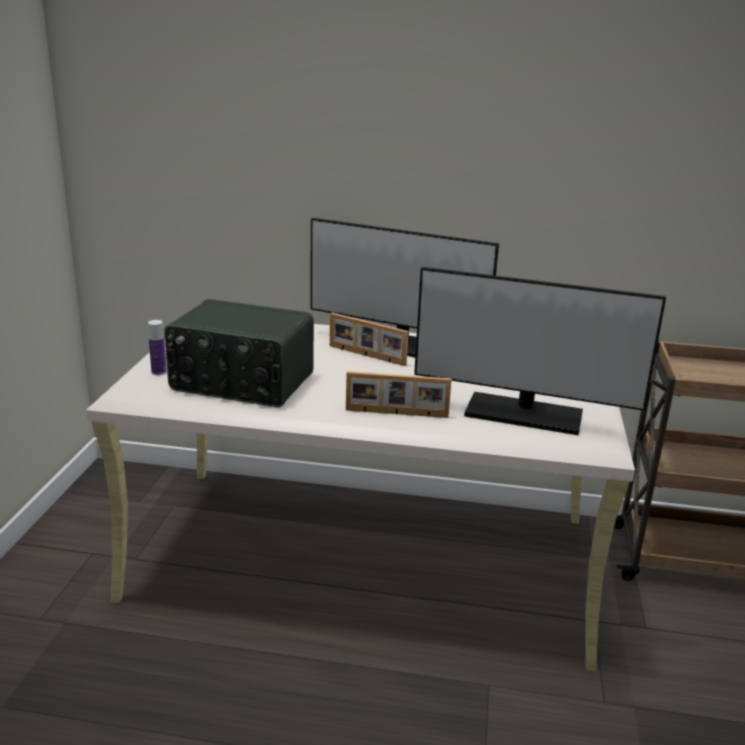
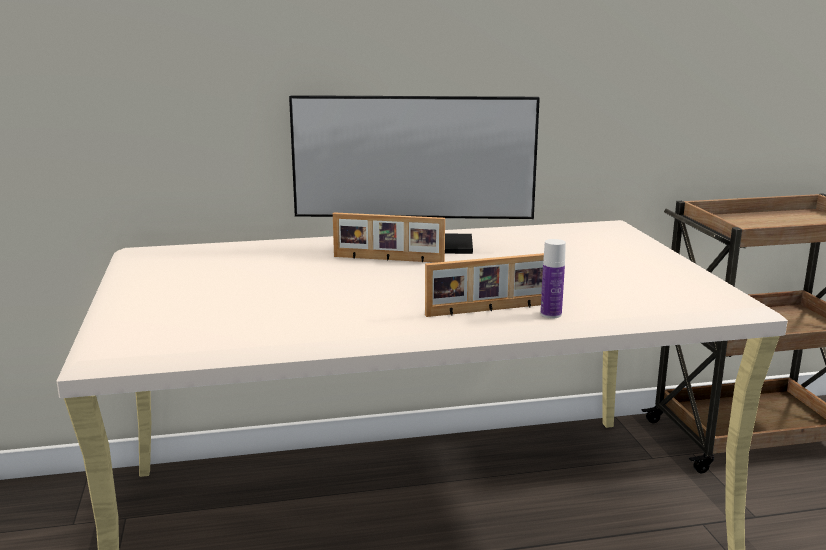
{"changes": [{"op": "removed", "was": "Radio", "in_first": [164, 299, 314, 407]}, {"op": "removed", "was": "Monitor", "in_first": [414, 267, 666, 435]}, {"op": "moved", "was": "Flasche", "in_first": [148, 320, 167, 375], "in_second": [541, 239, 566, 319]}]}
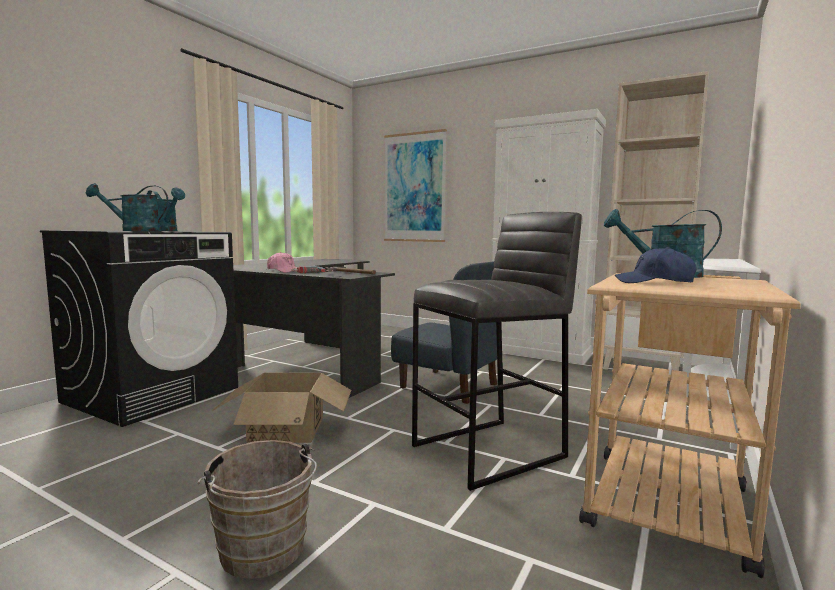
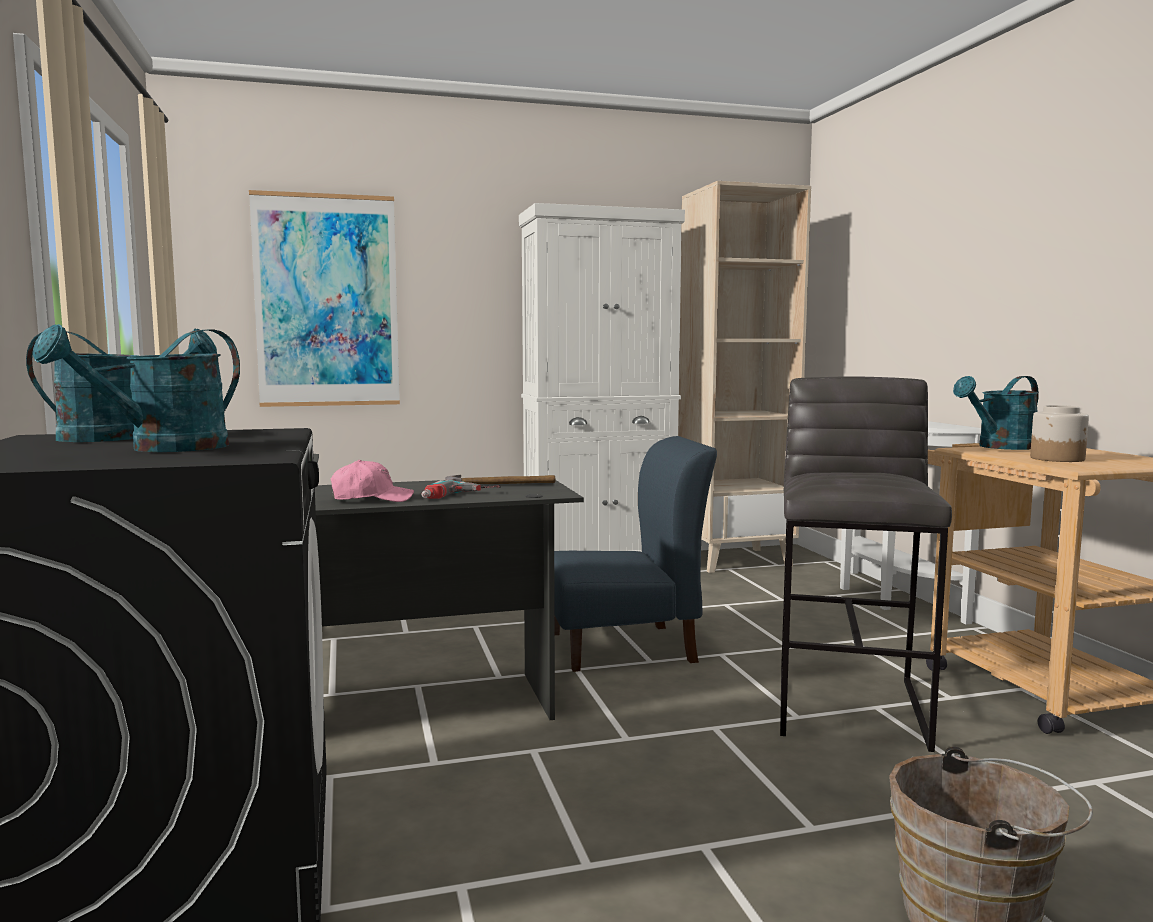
{"changes": [{"op": "removed", "was": "Karton", "in_first": [212, 373, 351, 443]}, {"op": "replaced", "was": "Kappe/blau", "now": "Vorratsglas", "in_first": [615, 247, 697, 283], "in_second": [1030, 405, 1089, 462]}]}
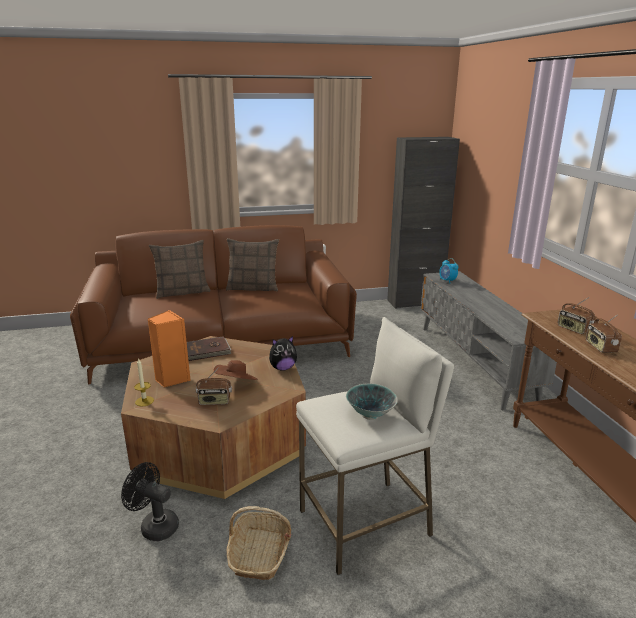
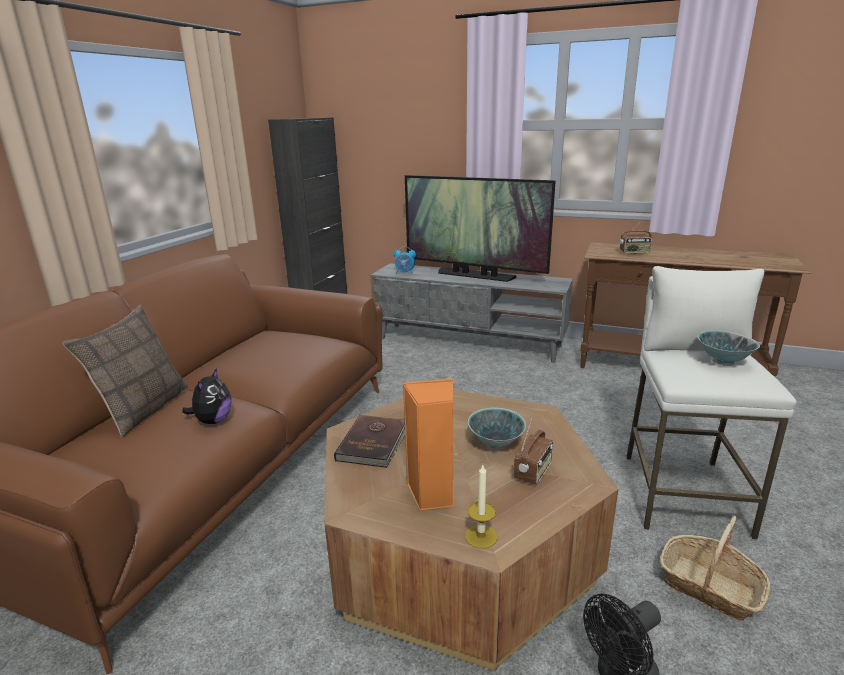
{"changes": [{"op": "removed", "was": "Kissen", "in_first": [226, 238, 279, 291]}, {"op": "removed", "was": "Radio", "in_first": [586, 314, 622, 353]}, {"op": "added", "now": "Fernseher", "in_second": [405, 175, 556, 282]}, {"op": "moved", "was": "Plüschtier", "in_first": [269, 336, 297, 371], "in_second": [182, 368, 231, 424]}, {"op": "replaced", "was": "Hut/braun", "now": "Schüssel", "in_first": [214, 360, 257, 380], "in_second": [468, 408, 526, 449]}]}
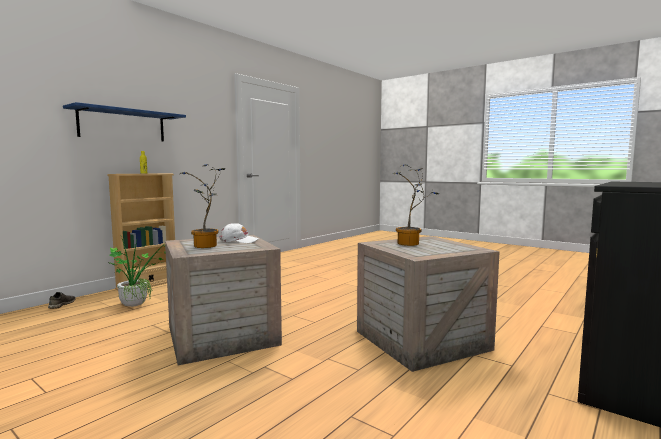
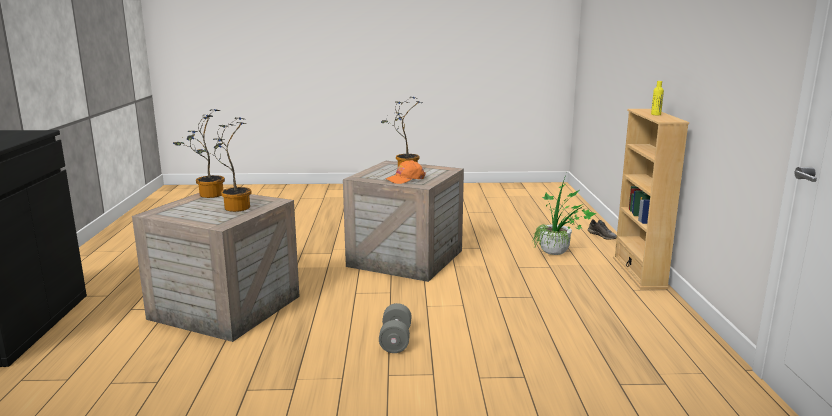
{"changes": [{"op": "removed", "was": "Wandregal/blau", "in_first": [63, 102, 186, 142]}, {"op": "added", "now": "Topfpflanze", "in_second": [173, 109, 225, 198]}, {"op": "added", "now": "Hantel/grau", "in_second": [379, 303, 412, 353]}, {"op": "recoloured", "was": "Kappe/weiß", "now": "Kappe/orange", "in_first": [219, 223, 259, 243], "in_second": [386, 160, 426, 184]}]}
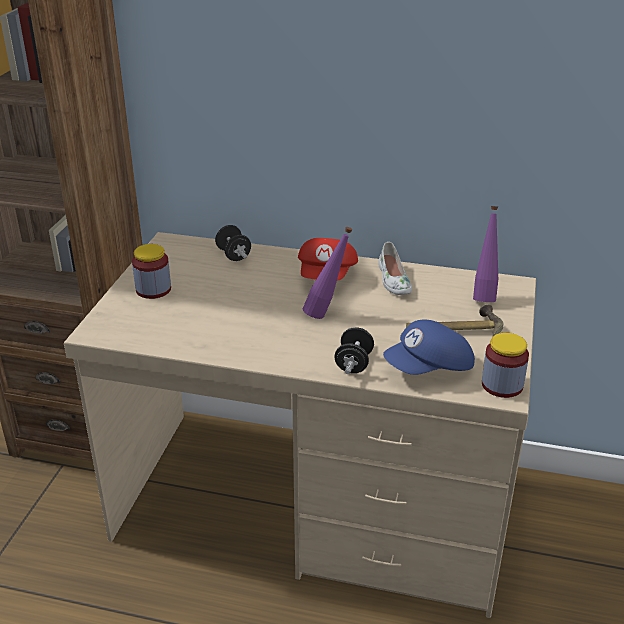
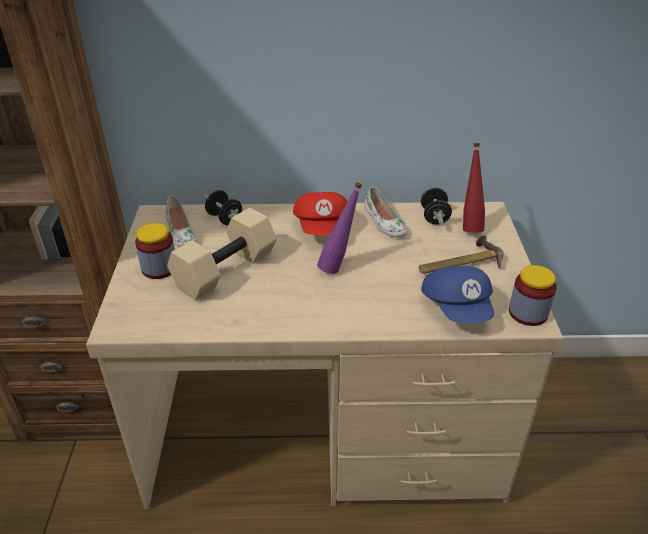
{"changes": [{"op": "added", "now": "Schuh/weiß", "in_second": [166, 195, 197, 247]}, {"op": "added", "now": "Hantel/beige", "in_second": [167, 208, 277, 300]}, {"op": "moved", "was": "Hantel/schwarz", "in_first": [335, 327, 374, 374], "in_second": [421, 188, 452, 225]}, {"op": "recoloured", "was": "Flasche/lila", "now": "Flasche/rot", "in_first": [473, 206, 498, 302], "in_second": [463, 143, 485, 233]}, {"op": "turned", "was": "Kappe/blau", "in_first": [383, 320, 475, 375], "in_second": [421, 266, 494, 323], "clockwise": -60}]}
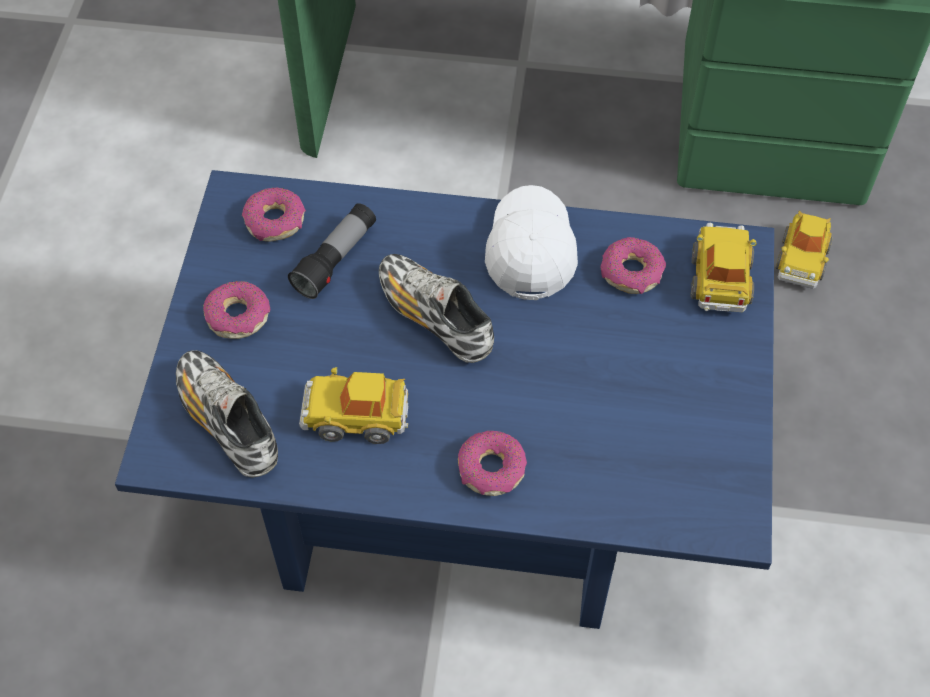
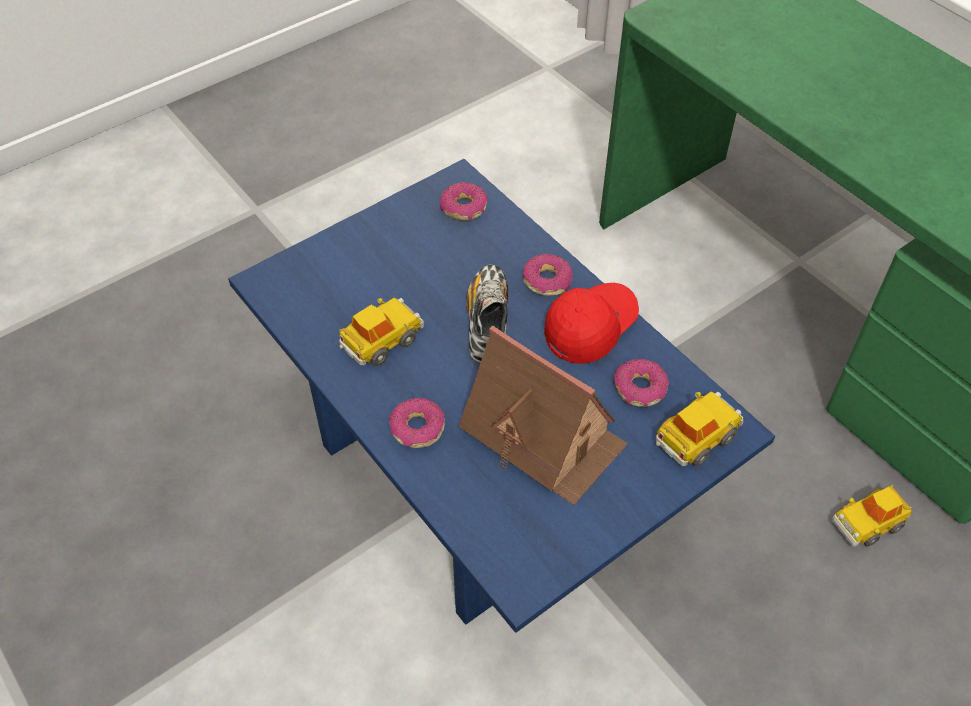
{"changes": [{"op": "removed", "was": "Schuh", "in_first": [176, 350, 278, 478]}, {"op": "removed", "was": "Taschenlampe", "in_first": [288, 203, 376, 299]}, {"op": "added", "now": "Spielzeughaus", "in_second": [458, 326, 628, 505]}, {"op": "moved", "was": "Donut", "in_first": [203, 281, 270, 339], "in_second": [523, 254, 573, 296]}, {"op": "recoloured", "was": "Kappe/weiß", "now": "Kappe/rot", "in_first": [485, 185, 578, 300], "in_second": [544, 283, 639, 364]}, {"op": "turned", "was": "Spielzeugauto", "in_first": [299, 367, 408, 444], "in_second": [339, 298, 424, 366], "clockwise": 90}]}
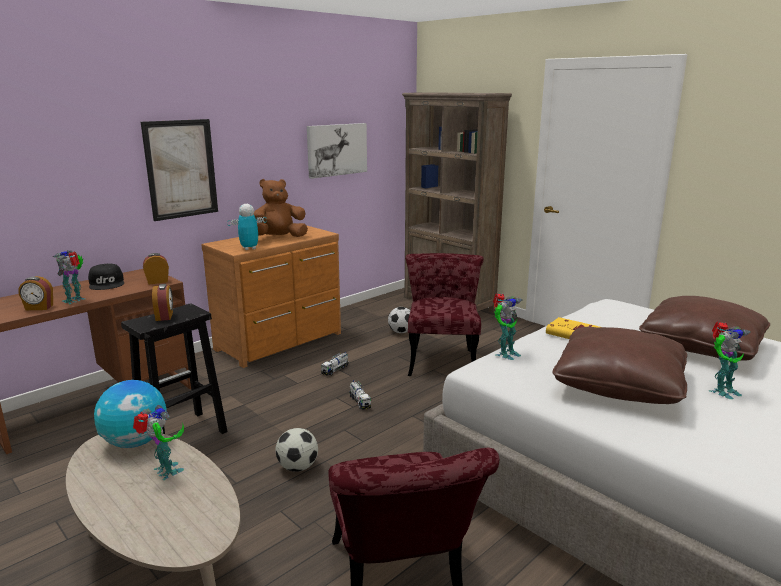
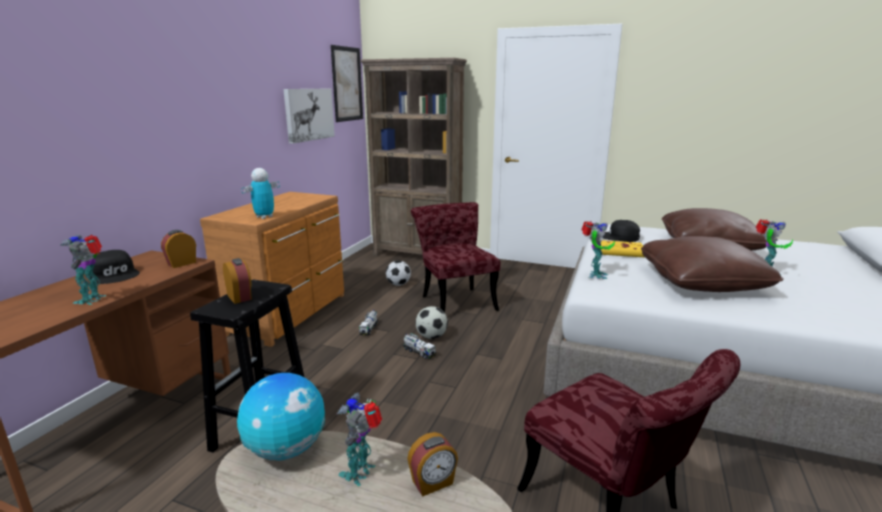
{"changes": [{"op": "removed", "was": "Plüschtier/braun", "in_first": [253, 179, 308, 237]}, {"op": "added", "now": "Kappe/schwarz", "in_second": [603, 220, 640, 242]}, {"op": "moved", "was": "Wecker", "in_first": [18, 276, 53, 310], "in_second": [407, 432, 458, 497]}, {"op": "moved", "was": "Bild", "in_first": [141, 119, 218, 221], "in_second": [331, 45, 363, 122]}, {"op": "moved", "was": "Fußball", "in_first": [275, 428, 318, 472], "in_second": [415, 306, 448, 339]}, {"op": "turned", "was": "Spielzeugroboter", "in_first": [133, 405, 184, 480], "in_second": [337, 393, 382, 486], "clockwise": -90}]}
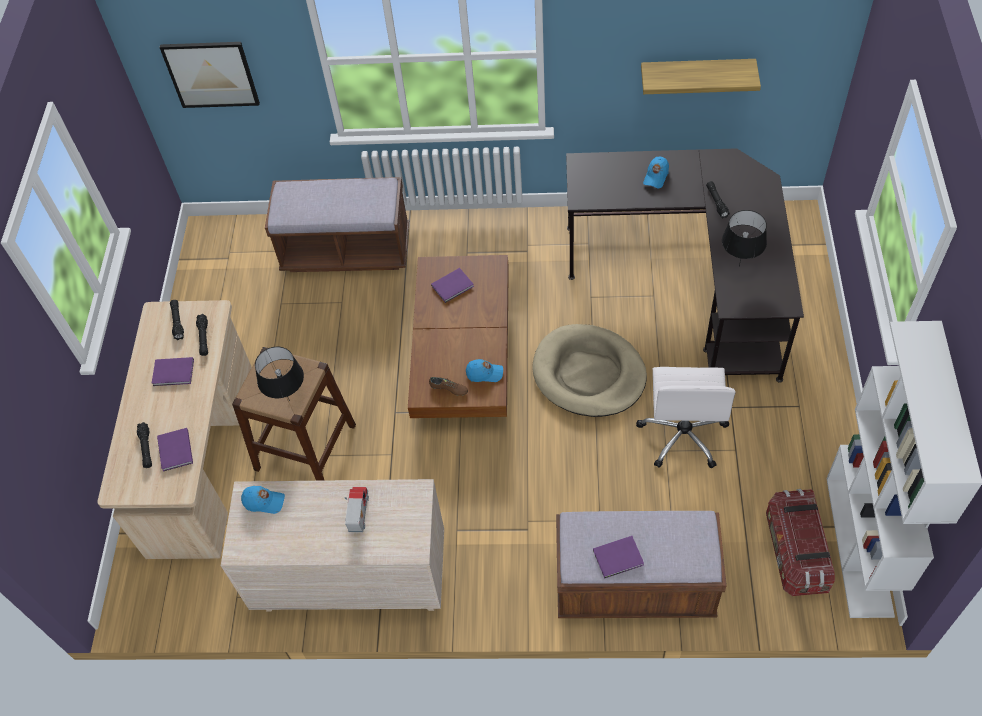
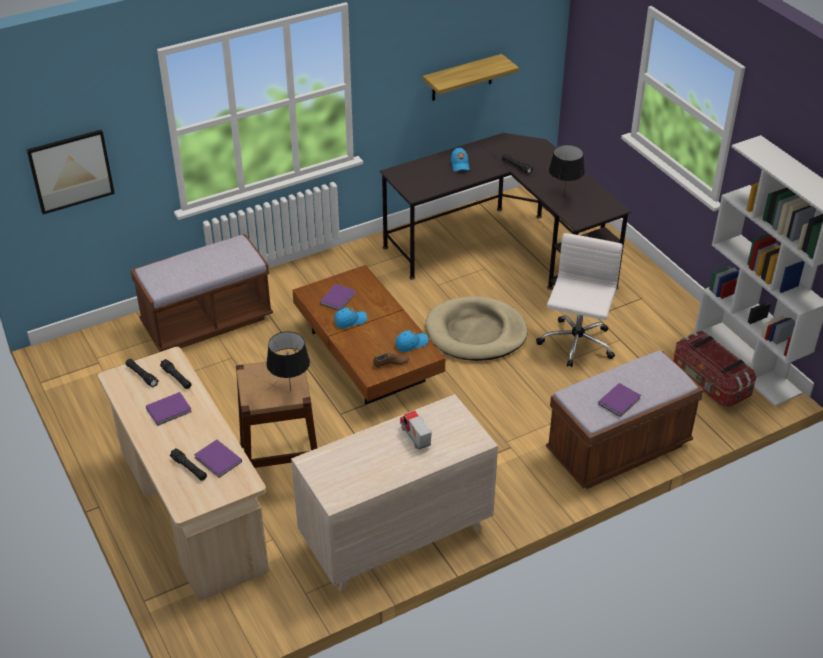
{"changes": [{"op": "moved", "was": "Kappe/blau", "in_first": [241, 486, 285, 514], "in_second": [334, 307, 367, 329]}, {"op": "turned", "was": "Bürostuhl/weiß", "in_first": [636, 367, 736, 468], "in_second": [536, 233, 623, 367], "clockwise": -135}]}
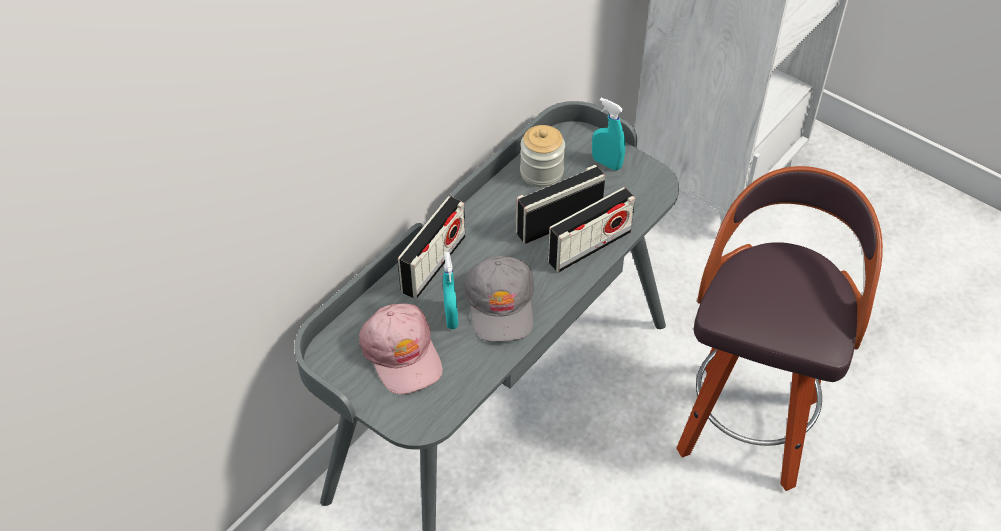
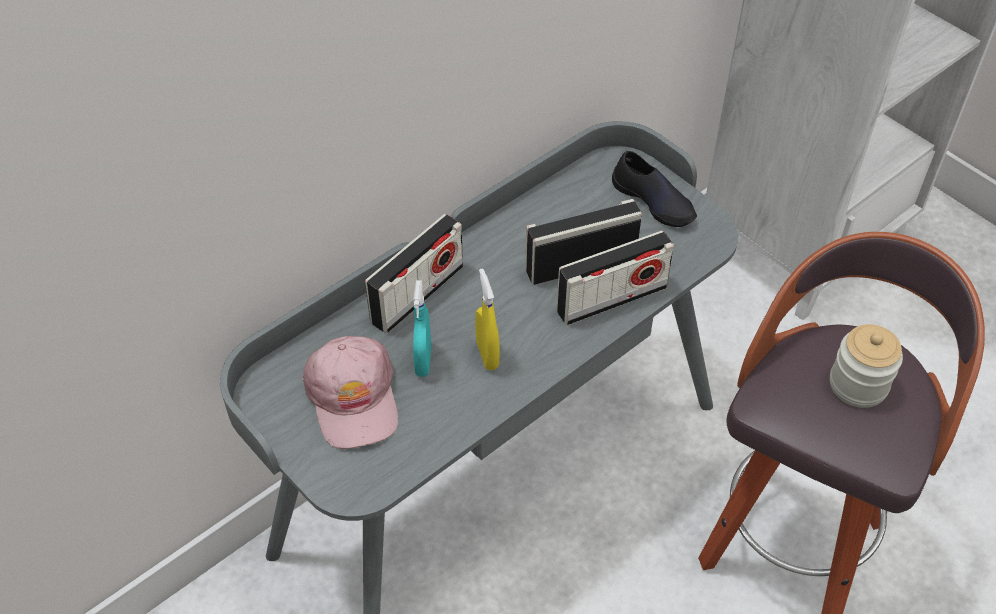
{"changes": [{"op": "moved", "was": "Vorratsglas", "in_first": [520, 125, 565, 188], "in_second": [830, 324, 903, 408]}, {"op": "replaced", "was": "Kappe/grau", "now": "Sprühflasche/gelb", "in_first": [464, 256, 535, 342], "in_second": [475, 269, 499, 370]}, {"op": "replaced", "was": "Sprühflasche/türkis", "now": "Schuh/schwarz", "in_first": [592, 98, 625, 170], "in_second": [612, 151, 697, 227]}]}
